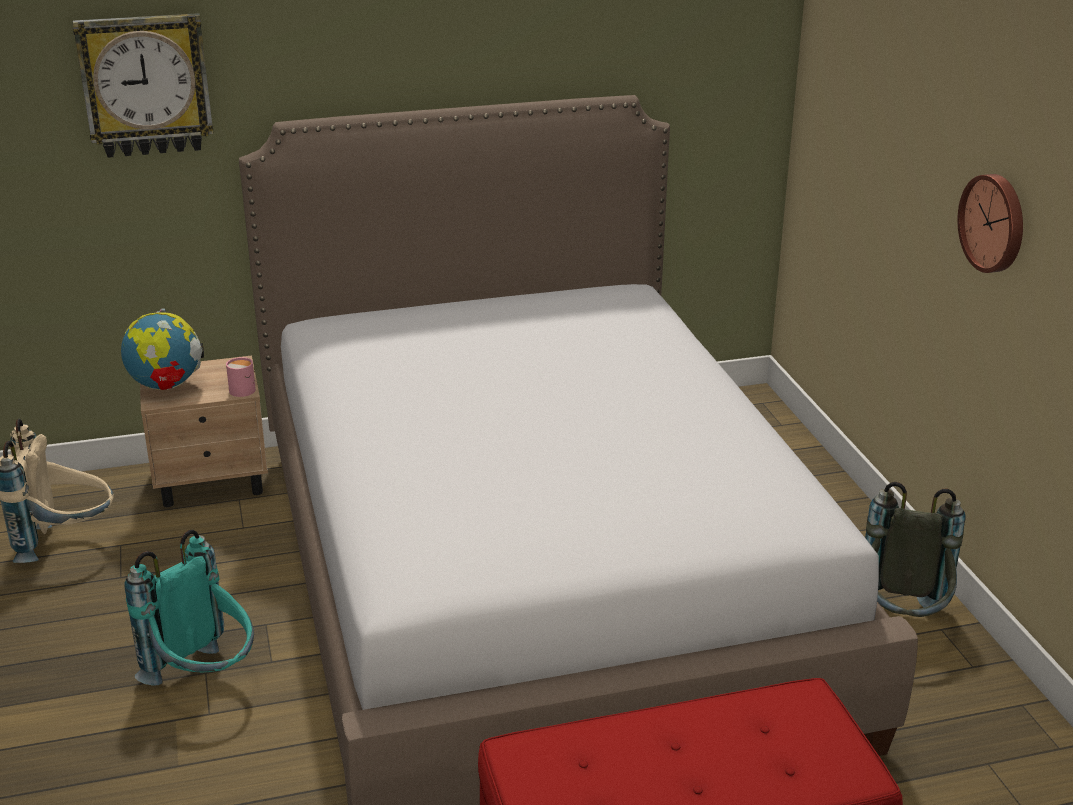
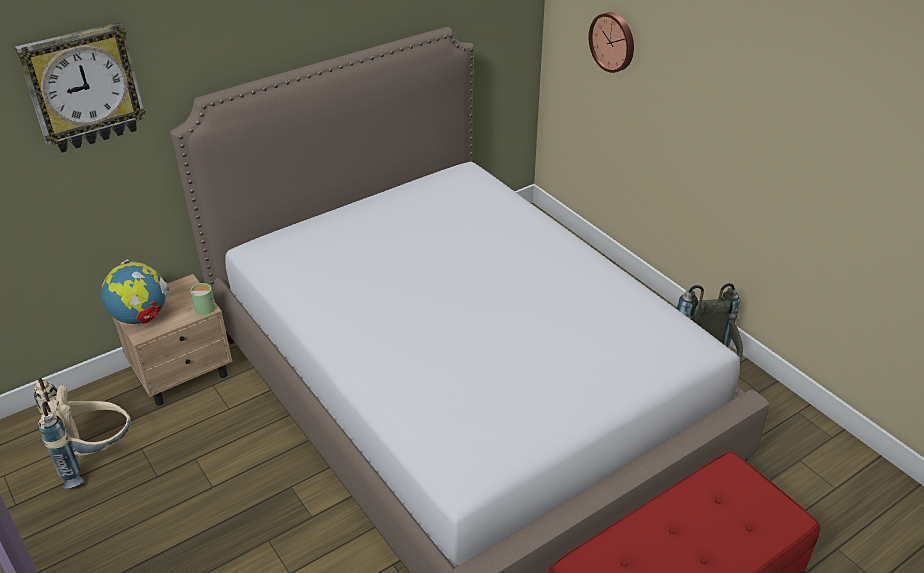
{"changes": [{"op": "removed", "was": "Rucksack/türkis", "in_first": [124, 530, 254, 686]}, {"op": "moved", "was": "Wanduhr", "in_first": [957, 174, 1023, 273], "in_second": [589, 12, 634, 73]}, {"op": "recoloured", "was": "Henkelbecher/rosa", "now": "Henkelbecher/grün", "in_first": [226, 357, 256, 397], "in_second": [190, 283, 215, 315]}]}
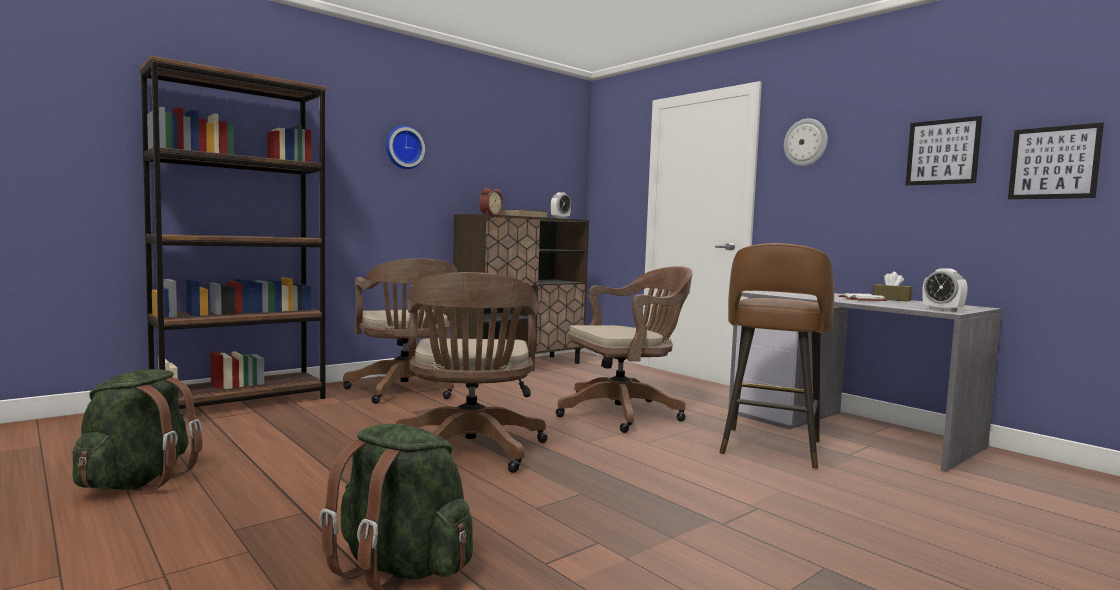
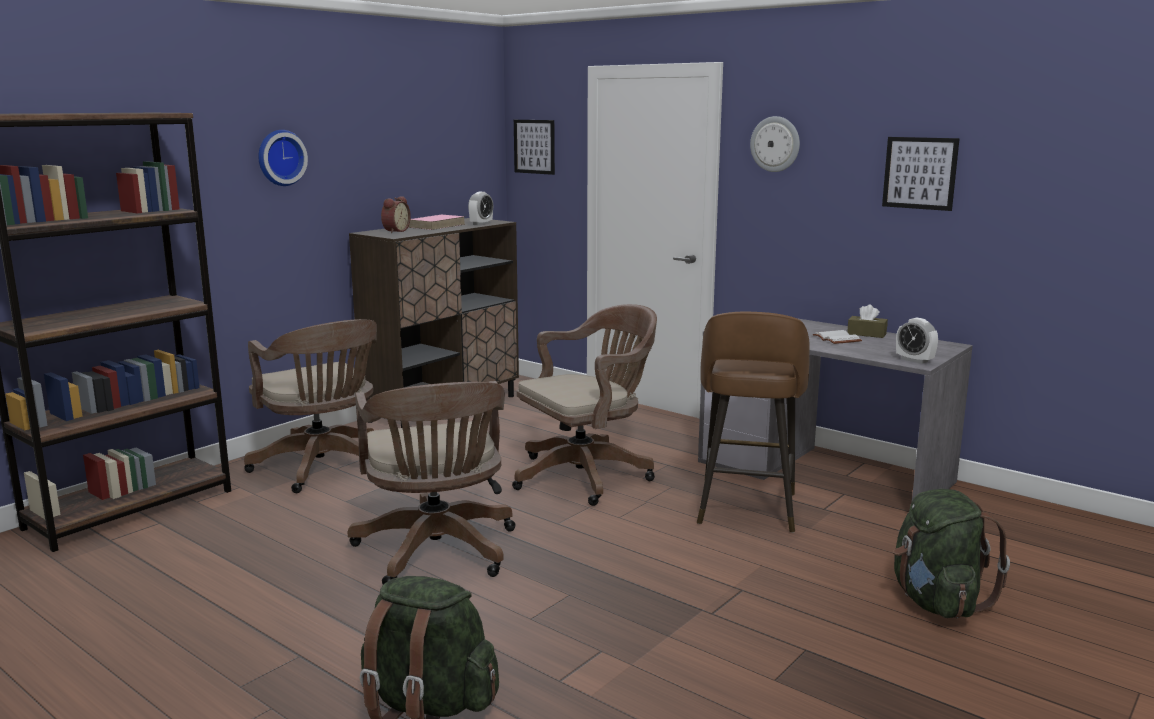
{"changes": [{"op": "moved", "was": "Rucksack/grün", "in_first": [73, 369, 203, 491], "in_second": [893, 489, 1010, 618]}, {"op": "moved", "was": "Bild", "in_first": [1008, 123, 1104, 200], "in_second": [514, 120, 555, 175]}]}
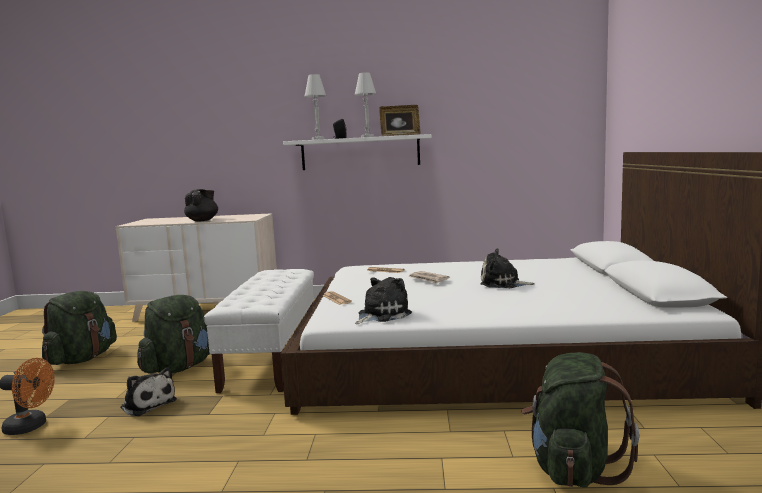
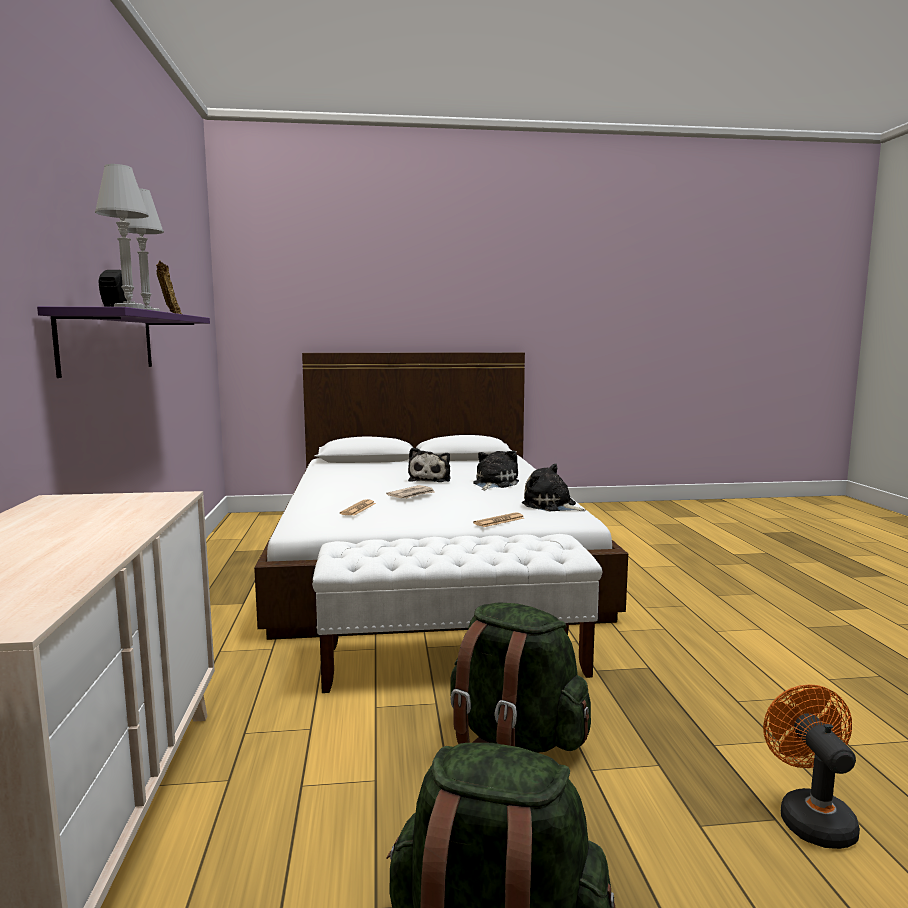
{"changes": [{"op": "removed", "was": "Teekanne/schwarz", "in_first": [184, 189, 218, 222]}, {"op": "removed", "was": "Rucksack/grün", "in_first": [521, 352, 639, 487]}, {"op": "moved", "was": "Plüschtier", "in_first": [120, 367, 177, 416], "in_second": [473, 450, 519, 490]}, {"op": "recoloured", "was": "Wandregal/weiß", "now": "Wandregal/lila", "in_first": [283, 134, 432, 170], "in_second": [37, 306, 210, 378]}]}
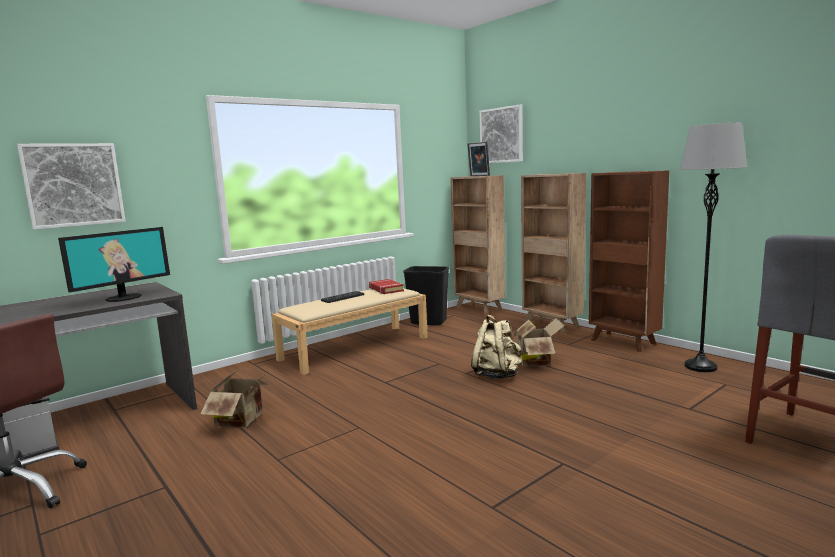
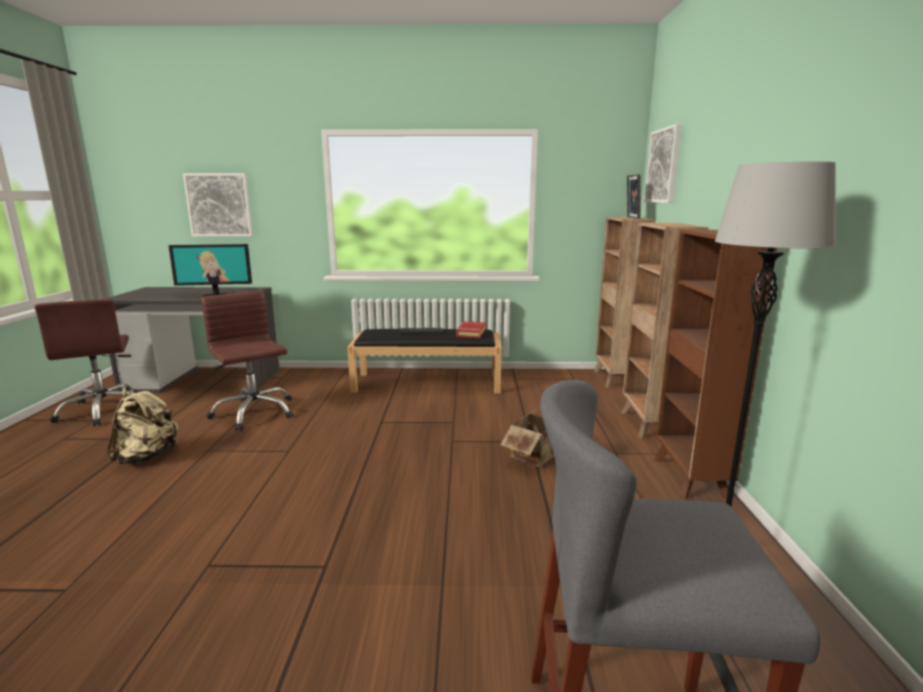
{"changes": [{"op": "removed", "was": "Mülleimer/schwarz", "in_first": [403, 266, 449, 325]}, {"op": "moved", "was": "Rucksack/beige", "in_first": [471, 315, 523, 379], "in_second": [108, 386, 178, 464]}, {"op": "replaced", "was": "Karton", "now": "Bürostuhl/braun", "in_first": [201, 369, 272, 428], "in_second": [201, 291, 293, 431]}, {"op": "recoloured", "was": "Bank/beige", "now": "Bank/schwarz", "in_first": [272, 288, 428, 375], "in_second": [347, 329, 502, 394]}]}
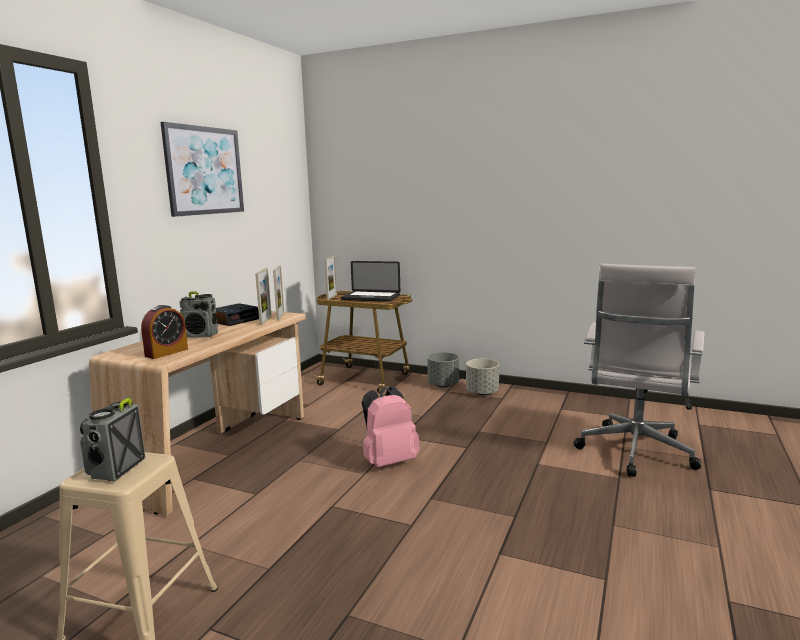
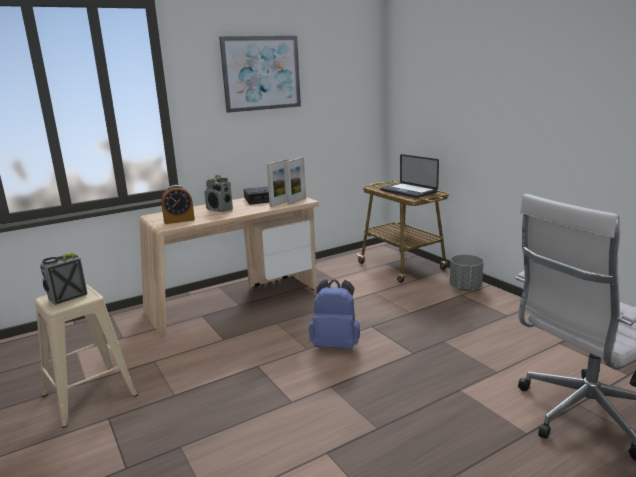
{"changes": [{"op": "removed", "was": "Bilderrahmen", "in_first": [325, 256, 337, 300]}, {"op": "removed", "was": "Pflanzkübel/grau", "in_first": [466, 359, 499, 396]}, {"op": "recoloured", "was": "Rucksack/rosa", "now": "Rucksack/blau", "in_first": [362, 387, 420, 467], "in_second": [309, 279, 360, 349]}]}
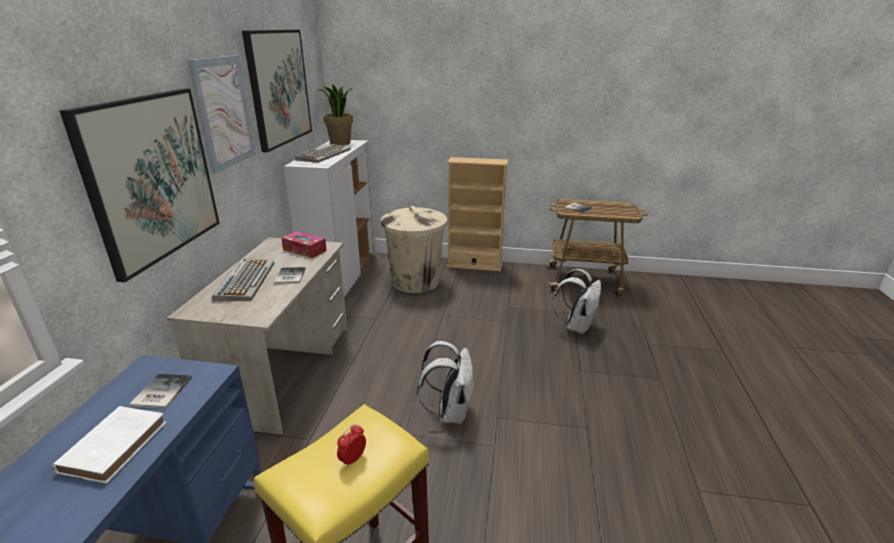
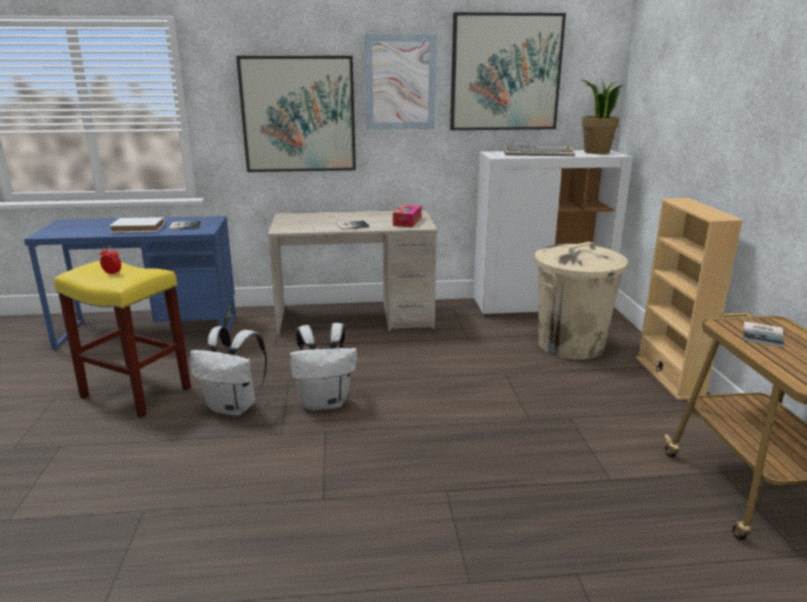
{"changes": [{"op": "removed", "was": "Tastatur", "in_first": [212, 259, 275, 301]}, {"op": "moved", "was": "Rucksack/weiß", "in_first": [552, 269, 601, 335], "in_second": [190, 326, 267, 416]}]}
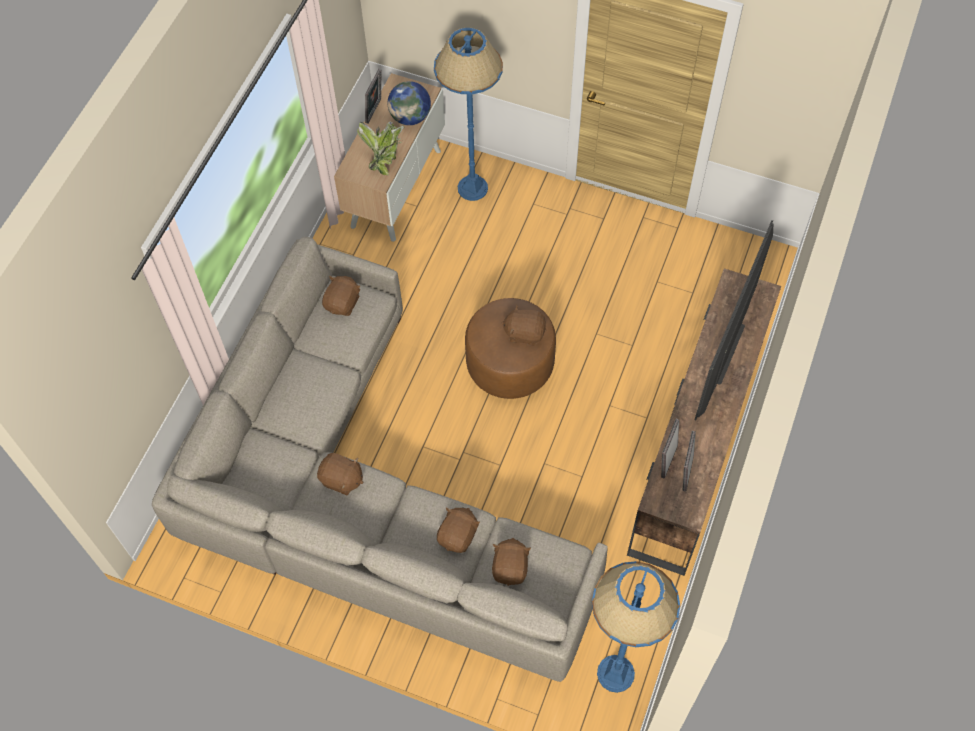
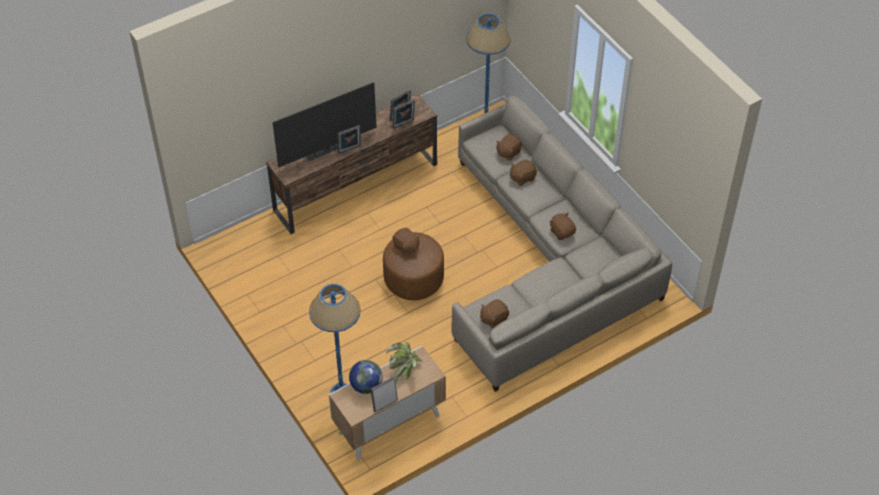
{"changes": [{"op": "added", "now": "Bilderrahmen", "in_second": [338, 125, 361, 154]}]}
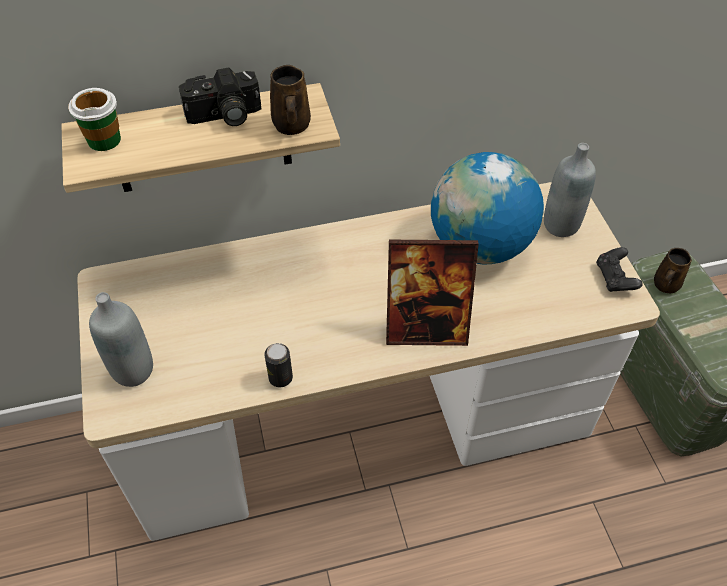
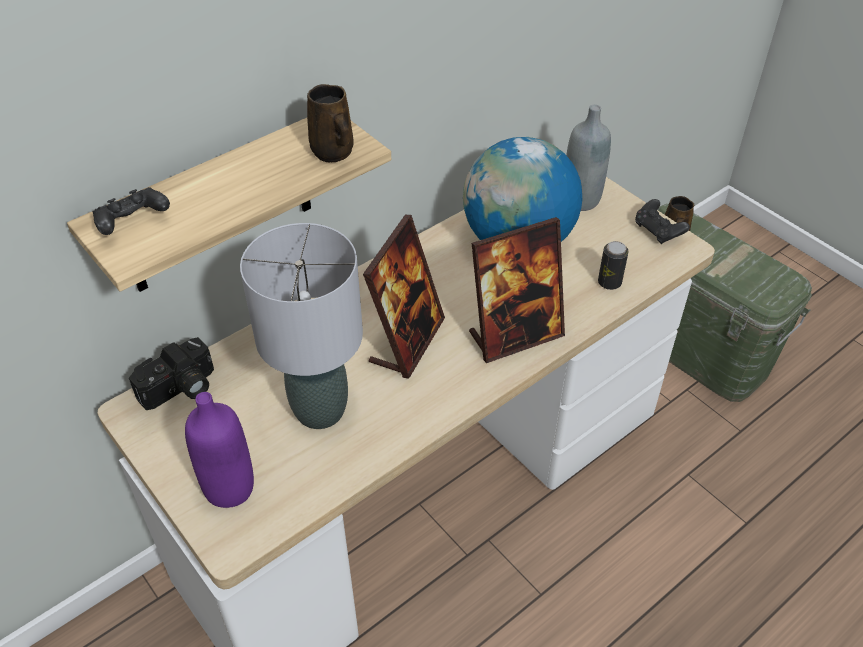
{"changes": [{"op": "added", "now": "Tischlampe/grau", "in_second": [240, 223, 363, 429]}, {"op": "added", "now": "Bilderrahmen", "in_second": [363, 215, 445, 379]}, {"op": "moved", "was": "Kamera", "in_first": [179, 67, 261, 126], "in_second": [129, 337, 214, 410]}, {"op": "moved", "was": "Dose", "in_first": [264, 343, 293, 387], "in_second": [598, 241, 629, 290]}, {"op": "replaced", "was": "Tasse", "now": "Gamepad/schwarz", "in_first": [68, 88, 121, 151], "in_second": [92, 187, 170, 235]}, {"op": "recoloured", "was": "Flasche/grau", "now": "Flasche/lila", "in_first": [89, 292, 153, 387], "in_second": [185, 392, 254, 508]}]}
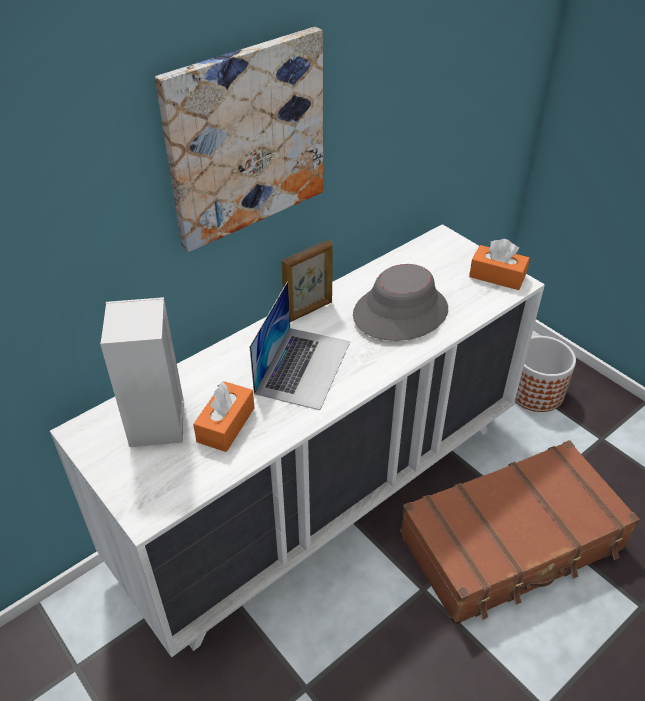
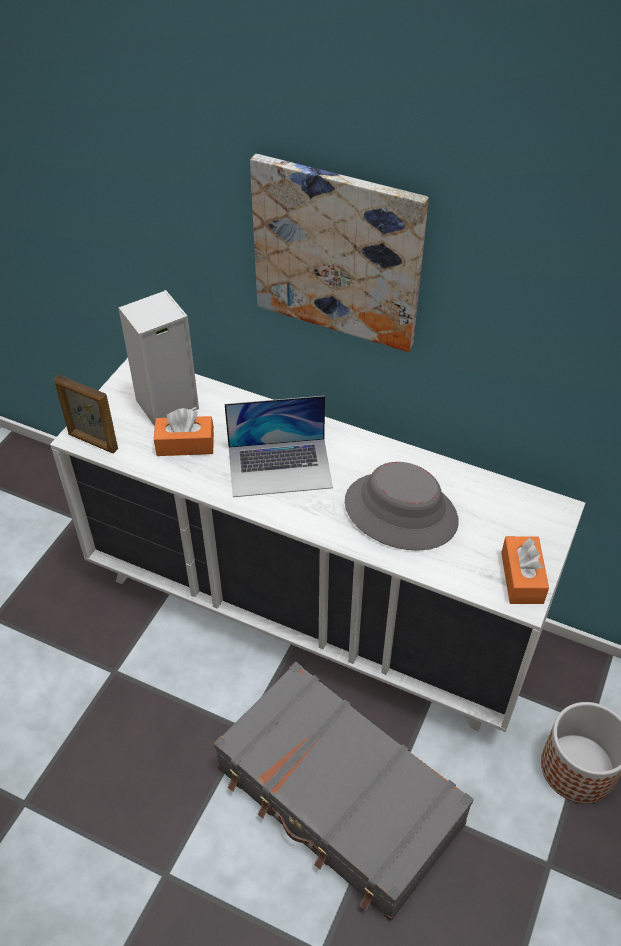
{"changes": [{"op": "moved", "was": "Bilderrahmen", "in_first": [282, 240, 333, 322], "in_second": [54, 375, 118, 453]}, {"op": "recoloured", "was": "Koffer/braun", "now": "Koffer/grau", "in_first": [400, 440, 640, 625], "in_second": [214, 662, 474, 921]}]}
